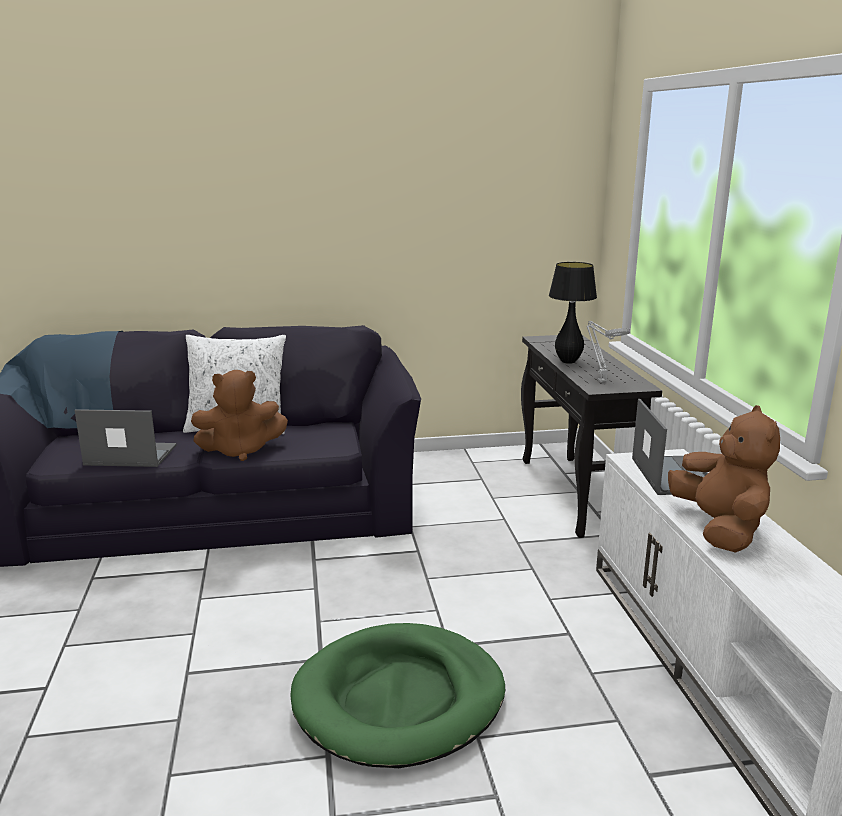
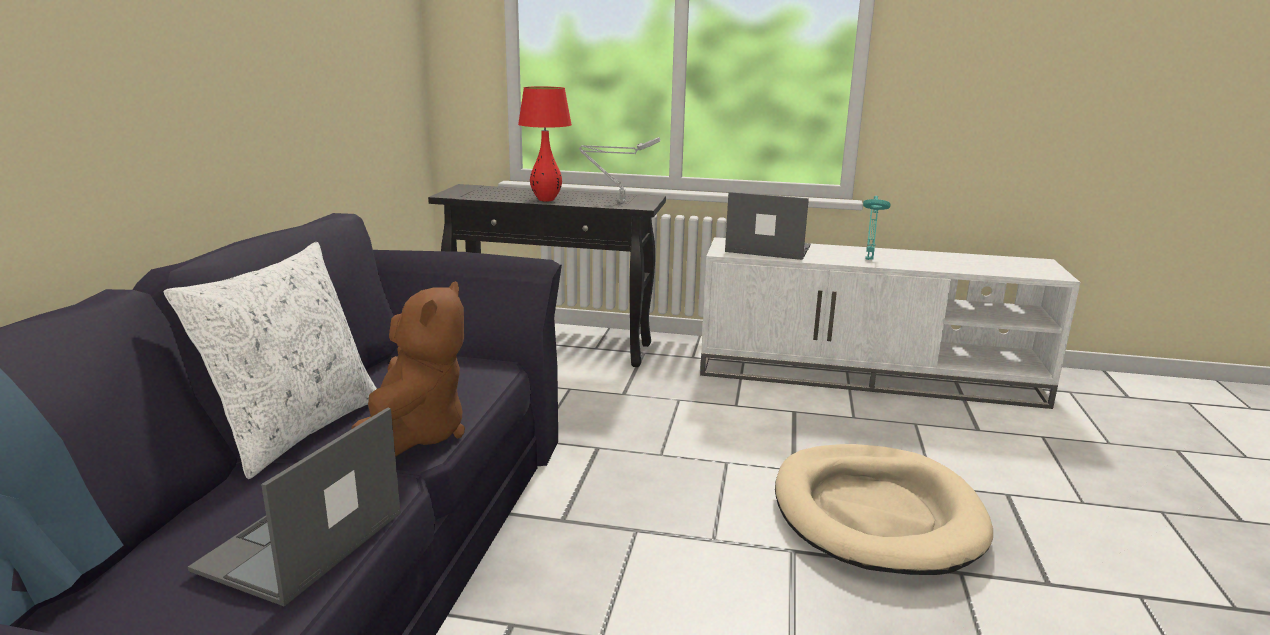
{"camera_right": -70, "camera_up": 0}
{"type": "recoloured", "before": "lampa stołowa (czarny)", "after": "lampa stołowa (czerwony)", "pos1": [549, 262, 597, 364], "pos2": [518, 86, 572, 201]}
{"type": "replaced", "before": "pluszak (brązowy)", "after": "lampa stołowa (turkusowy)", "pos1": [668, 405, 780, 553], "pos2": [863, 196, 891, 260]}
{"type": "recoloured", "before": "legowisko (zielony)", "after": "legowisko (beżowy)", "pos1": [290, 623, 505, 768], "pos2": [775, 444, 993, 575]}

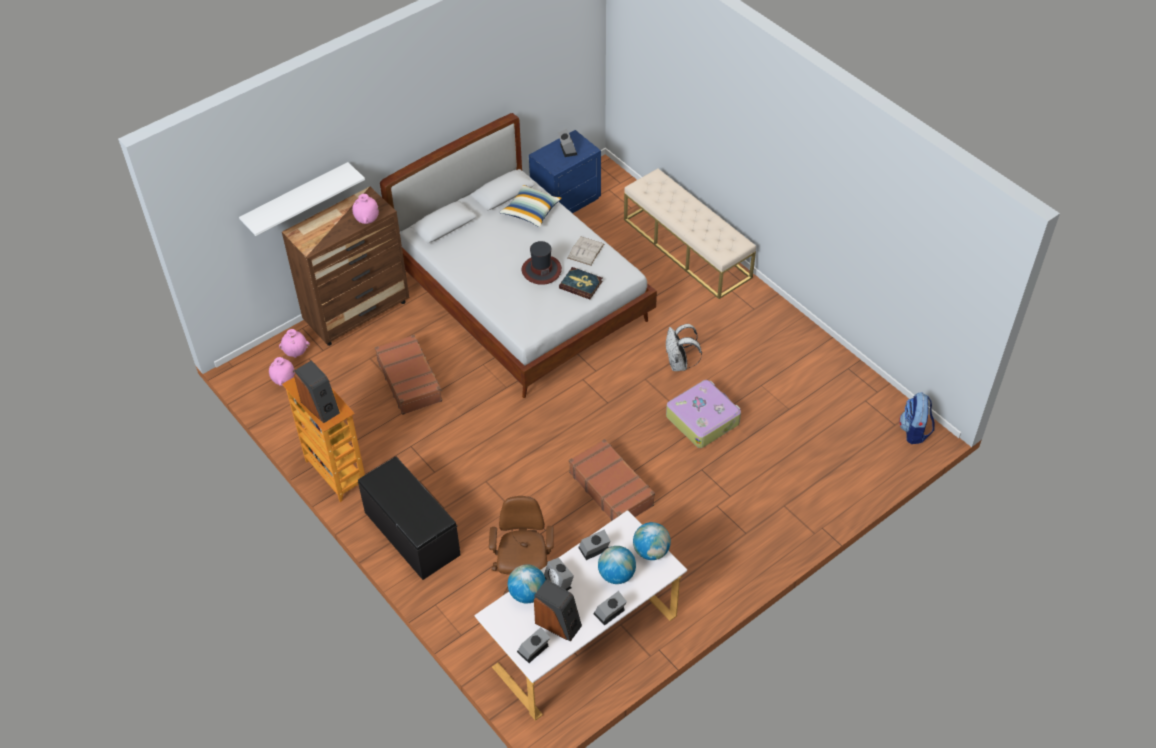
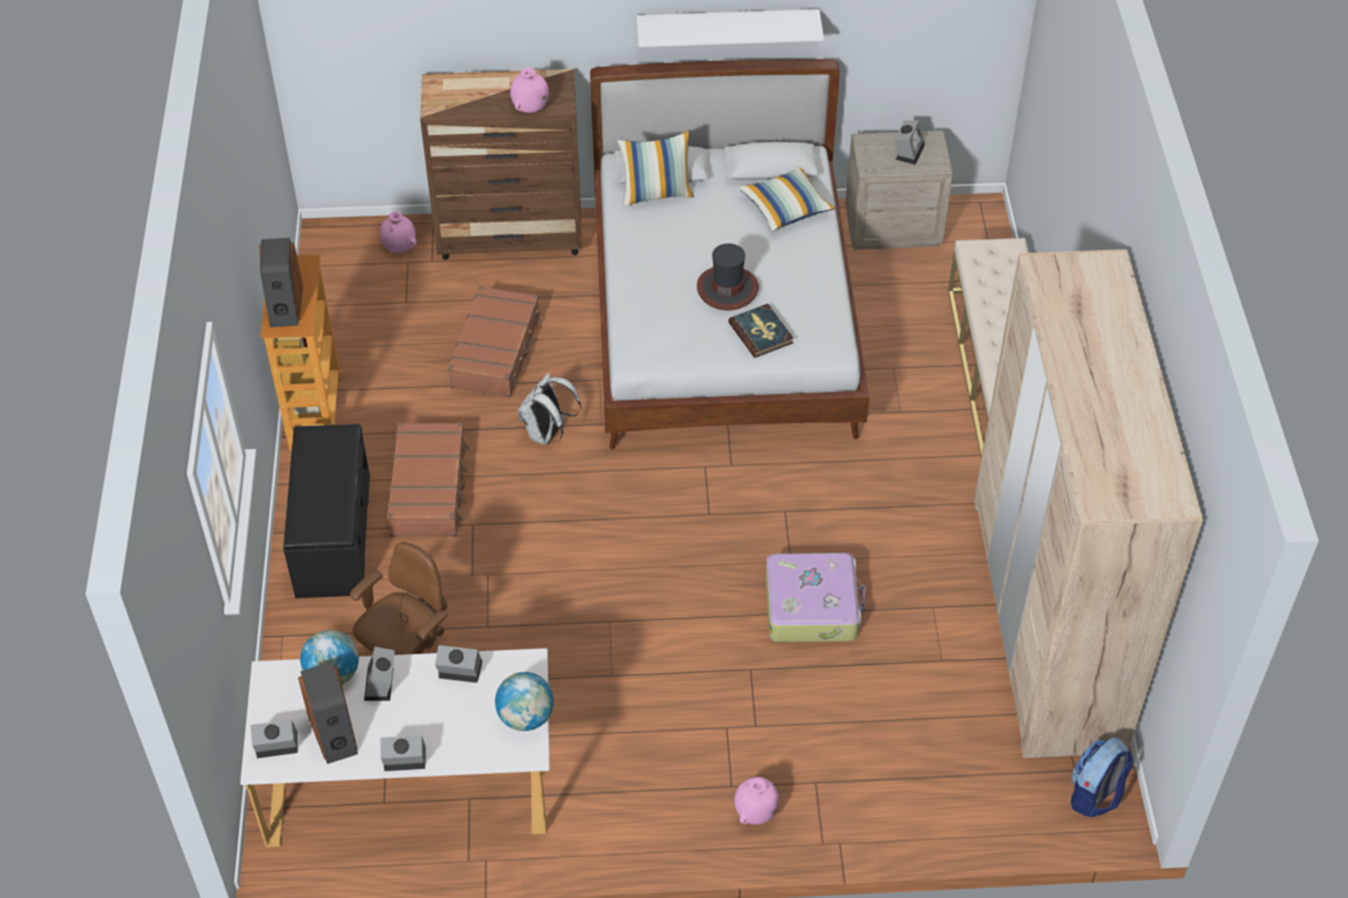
{"camera_right": 35, "camera_up": 0}
{"type": "recoloured", "before": "szafka nocna (niebieski)", "after": "szafka nocna (beżowy)", "pos1": [529, 130, 601, 213], "pos2": [845, 131, 953, 250]}
{"type": "moved", "before": "półka (biały)", "pos1": [239, 162, 365, 236], "pos2": [637, 9, 824, 47]}
{"type": "removed", "before": "książka (biały)", "pos1": [567, 237, 604, 266]}
{"type": "moved", "before": "plecak (biały)", "pos1": [666, 324, 702, 371], "pos2": [518, 373, 581, 445]}
{"type": "moved", "before": "wazon (różowy)", "pos1": [269, 357, 295, 386], "pos2": [734, 777, 779, 825]}
{"type": "moved", "before": "walizka (brązowy)", "pos1": [569, 439, 655, 521], "pos2": [387, 422, 470, 537]}
{"type": "removed", "before": "globus", "pos1": [598, 546, 636, 584]}
{"type": "added", "after": "poduszka", "pos2": [617, 130, 694, 207]}
{"type": "added", "after": "szafa (beżowy)", "pos2": [974, 249, 1203, 758]}

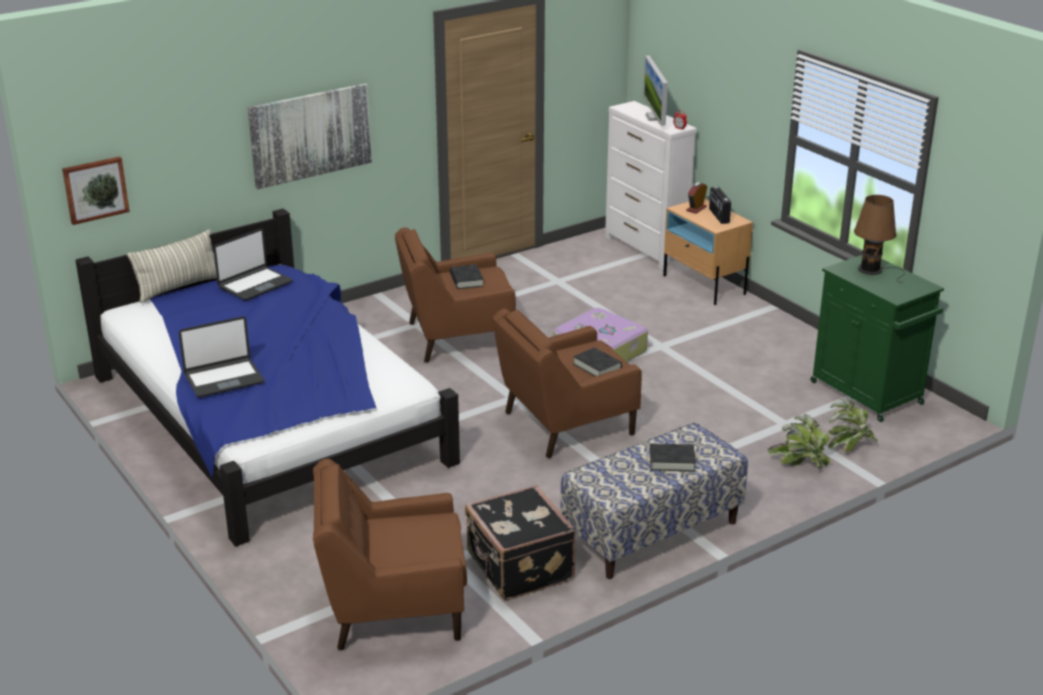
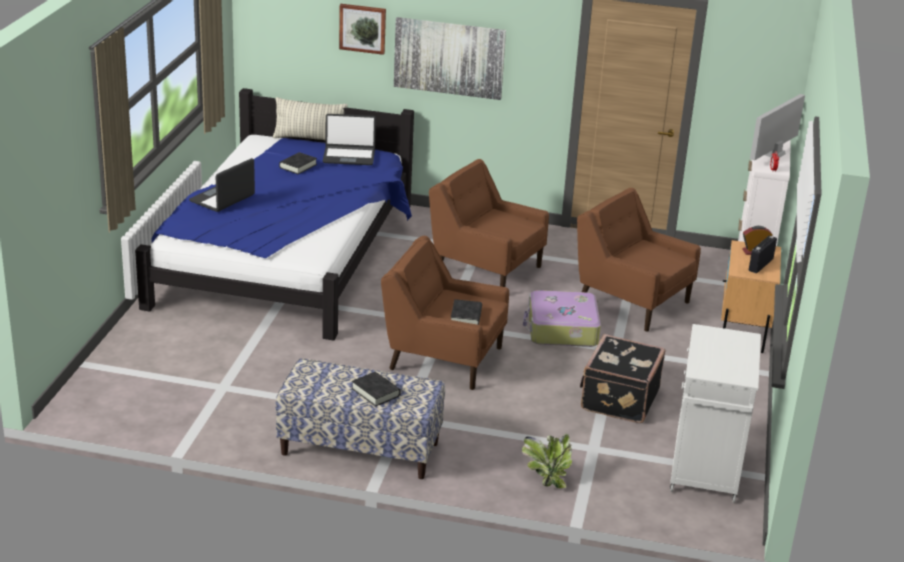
{"camera_right": 45, "camera_up": 0}
{"type": "moved", "before": "obraz", "pos1": [62, 156, 130, 225], "pos2": [339, 4, 386, 55]}
{"type": "removed", "before": "lampa stołowa (brązowy)", "pos1": [854, 195, 905, 283]}
{"type": "recoloured", "before": "szafka (zielony)", "after": "szafka (biały)", "pos1": [811, 255, 944, 422], "pos2": [670, 324, 761, 503]}
{"type": "moved", "before": "książka (czarny)", "pos1": [450, 264, 484, 289], "pos2": [279, 152, 317, 174]}
{"type": "turned", "before": "laptop", "pos1": [179, 316, 264, 397], "pos2": [189, 158, 255, 212], "turn": 105}
{"type": "removed", "before": "roślina doniczkowa", "pos1": [828, 399, 878, 452]}
{"type": "moved", "before": "fotel (brązowy)", "pos1": [313, 459, 467, 650], "pos2": [577, 188, 701, 331]}
{"type": "moved", "before": "walizka (czarny)", "pos1": [465, 485, 576, 600], "pos2": [580, 334, 666, 423]}

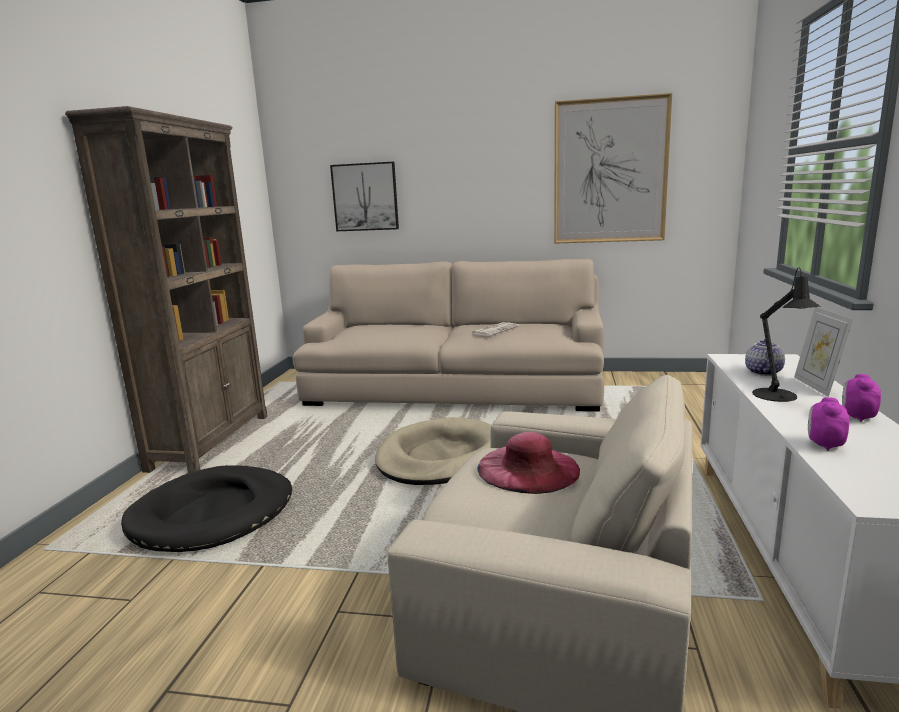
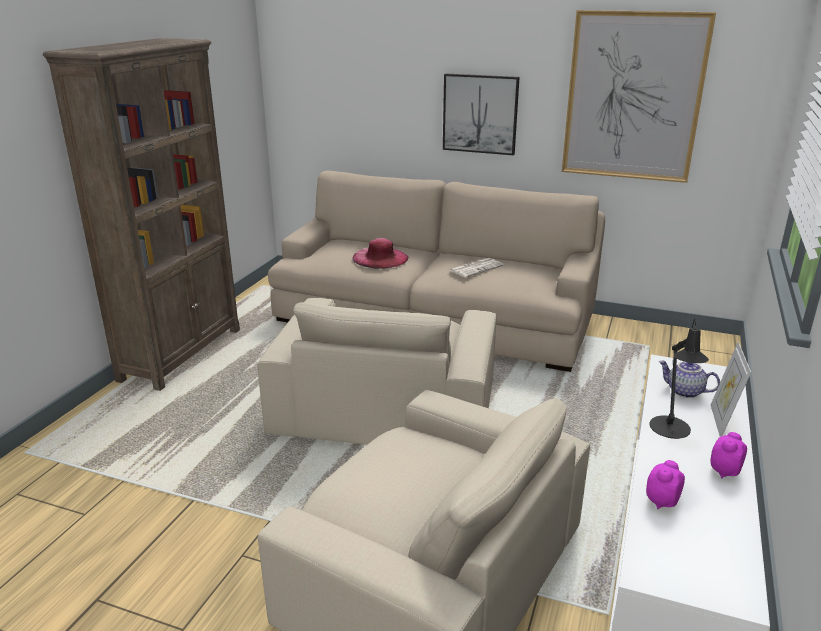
{"camera_right": 10, "camera_up": 10}
{"type": "moved", "before": "obraz", "pos1": [330, 162, 399, 231], "pos2": [443, 74, 520, 155]}
{"type": "turned", "before": "imbryk", "pos1": [745, 339, 785, 376], "pos2": [659, 361, 720, 398], "turn": -90}
{"type": "replaced", "before": "legowisko (beżowy)", "after": "fotel (beżowy)", "pos1": [375, 417, 491, 485], "pos2": [257, 298, 497, 445]}
{"type": "moved", "before": "kapelusz (różowy)", "pos1": [477, 432, 580, 494], "pos2": [352, 238, 408, 269]}
{"type": "removed", "before": "legowisko (czarny)", "pos1": [121, 465, 292, 552]}

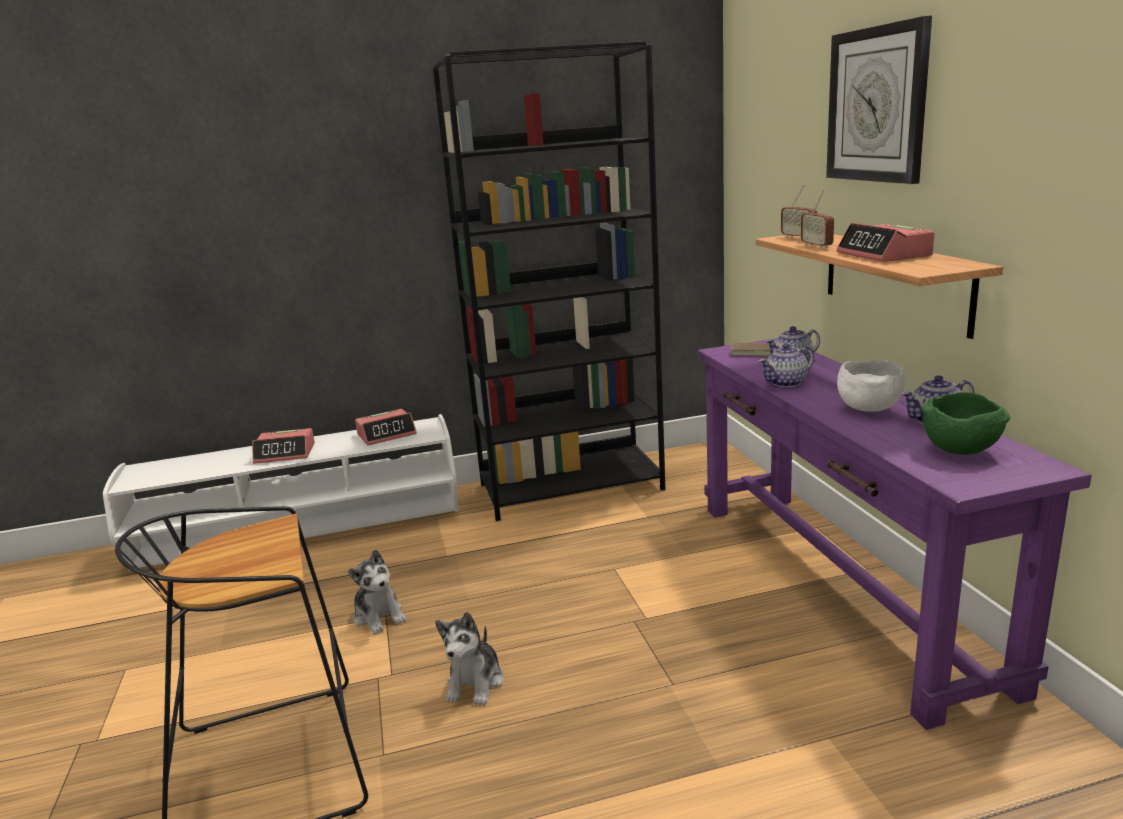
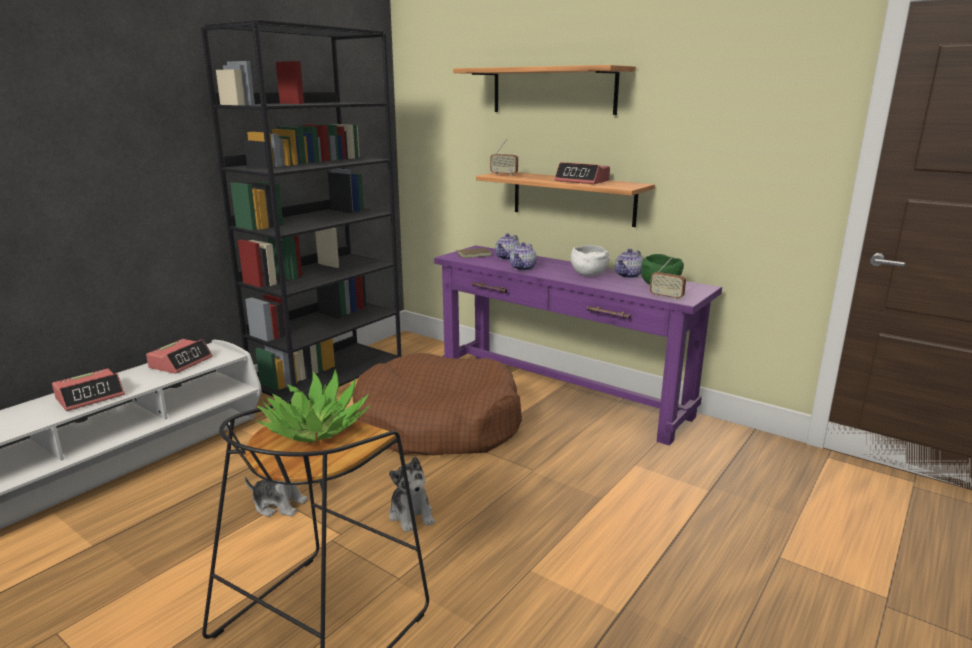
{"camera_right": -40, "camera_up": 0}
{"type": "replaced", "before": "zegar ścienny", "after": "półka", "pos1": [826, 16, 932, 184], "pos2": [453, 65, 636, 115]}
{"type": "moved", "before": "radio", "pos1": [801, 189, 834, 249], "pos2": [650, 257, 686, 300]}
{"type": "added", "after": "legowisko (brązowy)", "pos2": [352, 353, 522, 456]}
{"type": "added", "after": "roślina doniczkowa", "pos2": [256, 369, 370, 442]}

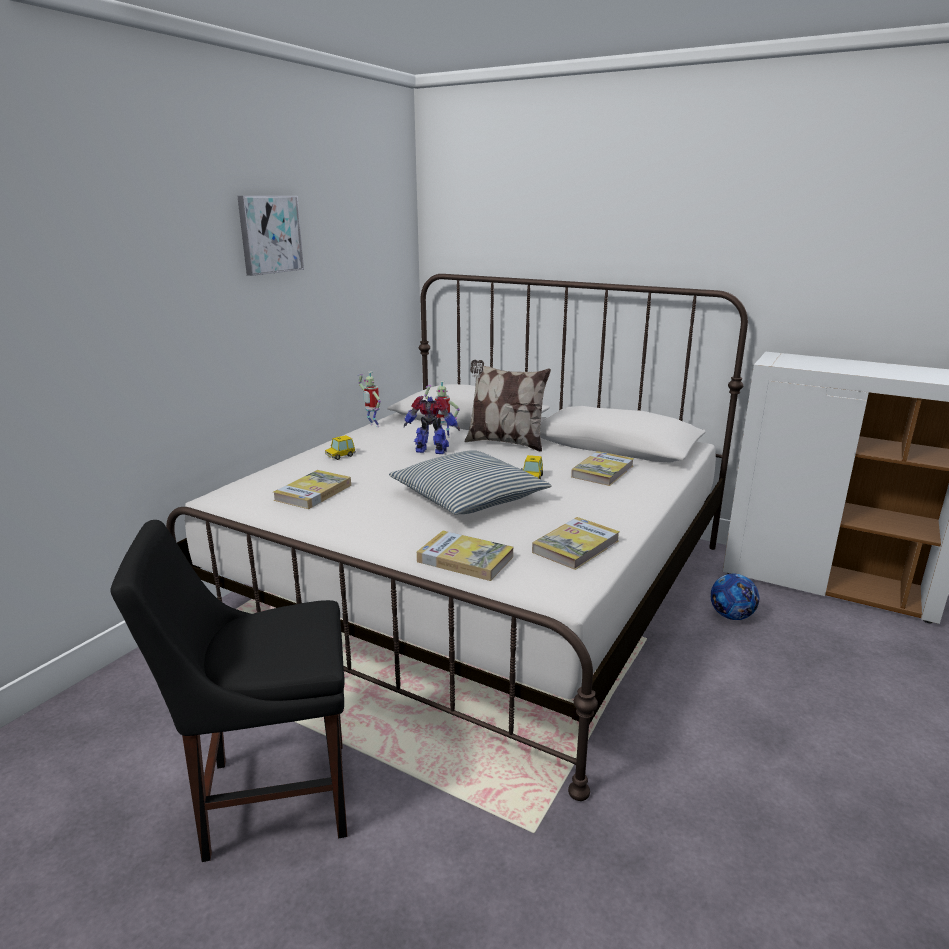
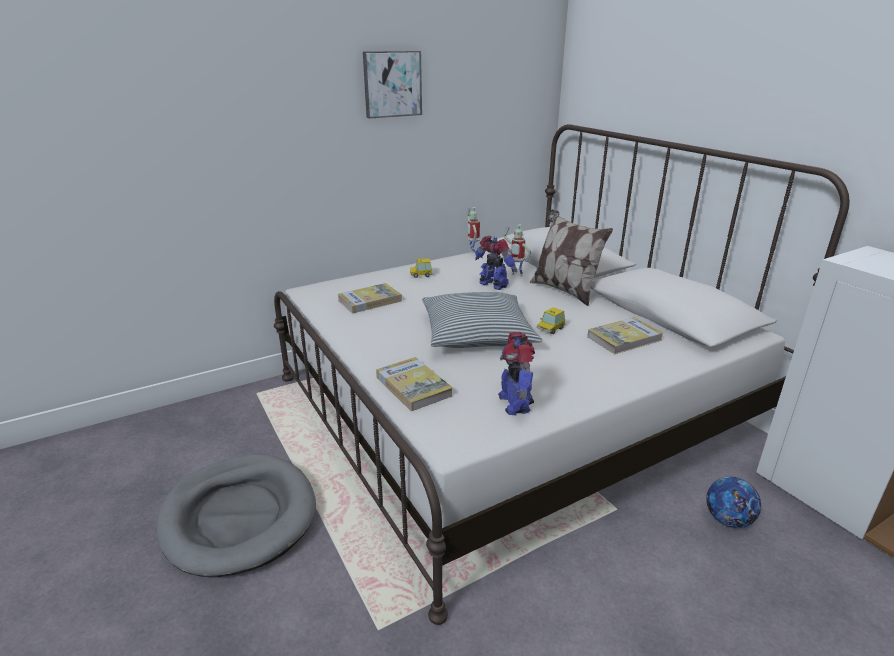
{"camera_right": 30, "camera_up": 5}
{"type": "replaced", "before": "książka", "after": "robot zabawkowy", "pos1": [532, 517, 620, 570], "pos2": [498, 332, 535, 415]}
{"type": "replaced", "before": "krzesło (czarny)", "after": "legowisko (szary)", "pos1": [111, 520, 347, 862], "pos2": [157, 454, 316, 577]}

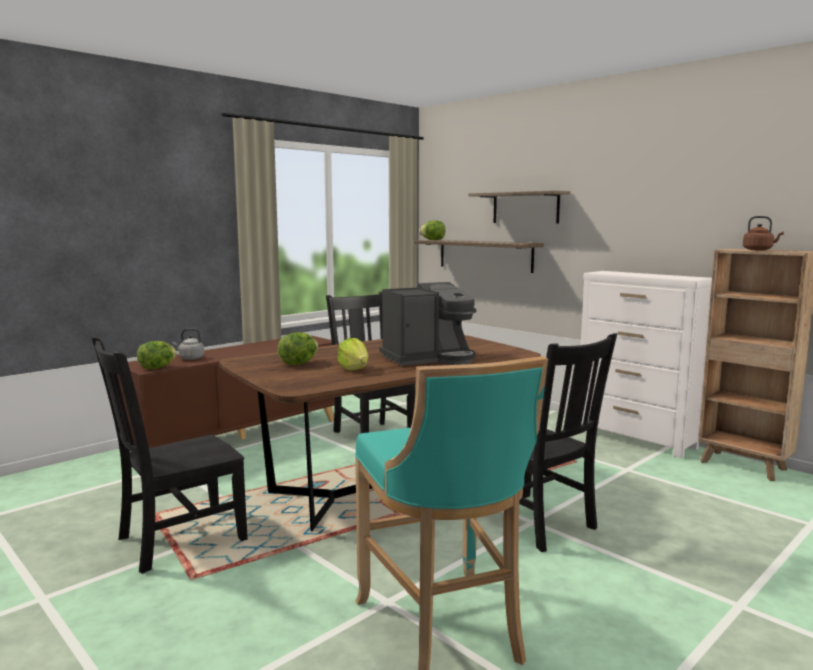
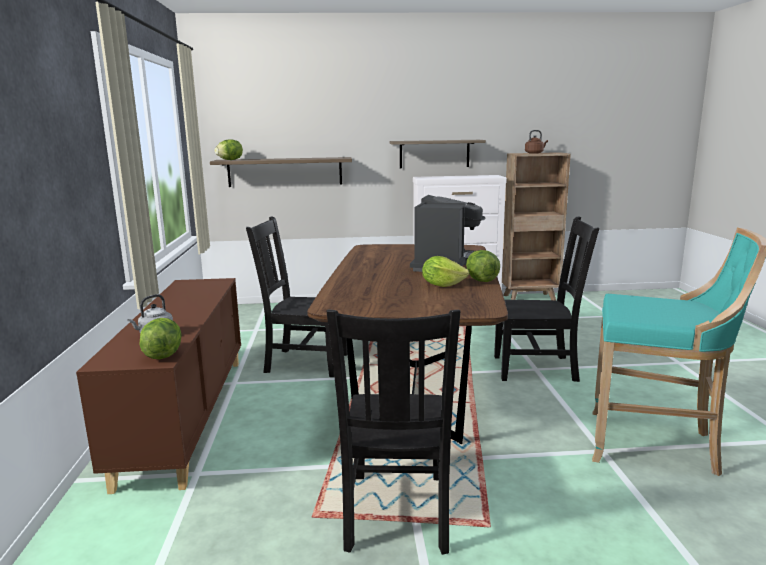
{"camera_right": -50, "camera_up": 5}
{"type": "moved", "before": "półka", "pos1": [468, 190, 570, 224], "pos2": [390, 140, 486, 168]}
{"type": "moved", "before": "sałata", "pos1": [277, 332, 318, 365], "pos2": [466, 250, 500, 282]}

